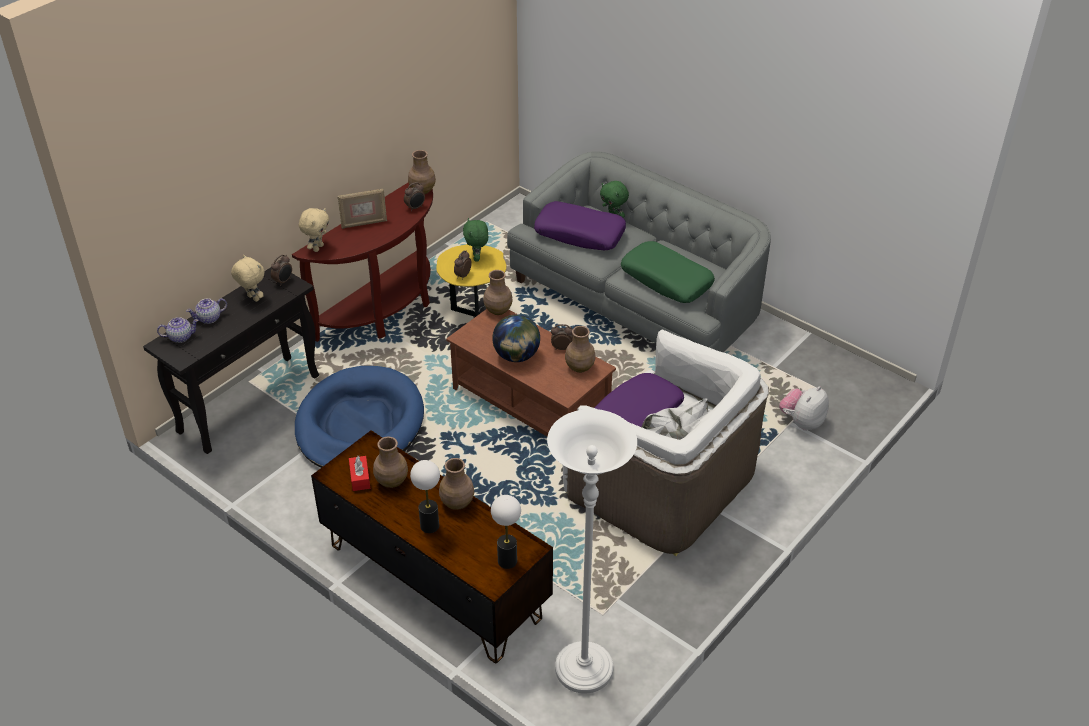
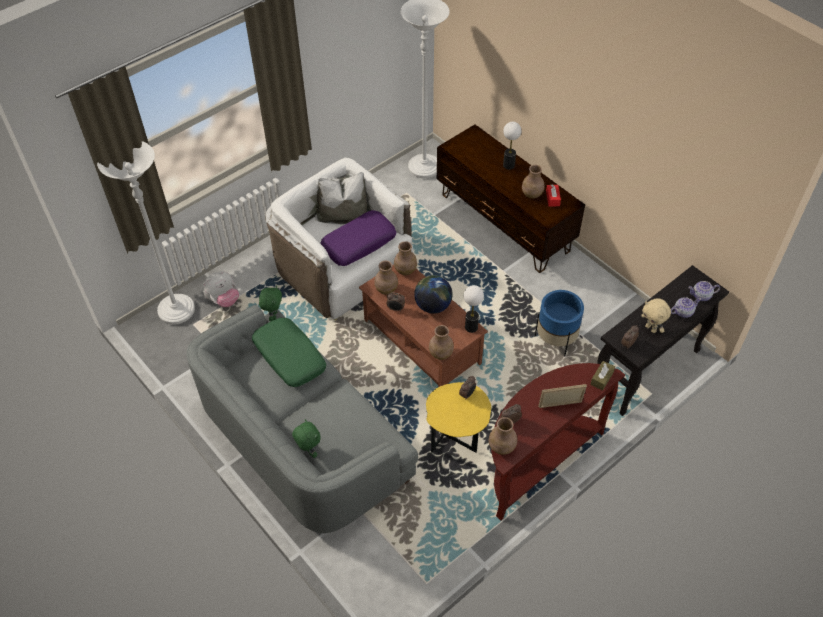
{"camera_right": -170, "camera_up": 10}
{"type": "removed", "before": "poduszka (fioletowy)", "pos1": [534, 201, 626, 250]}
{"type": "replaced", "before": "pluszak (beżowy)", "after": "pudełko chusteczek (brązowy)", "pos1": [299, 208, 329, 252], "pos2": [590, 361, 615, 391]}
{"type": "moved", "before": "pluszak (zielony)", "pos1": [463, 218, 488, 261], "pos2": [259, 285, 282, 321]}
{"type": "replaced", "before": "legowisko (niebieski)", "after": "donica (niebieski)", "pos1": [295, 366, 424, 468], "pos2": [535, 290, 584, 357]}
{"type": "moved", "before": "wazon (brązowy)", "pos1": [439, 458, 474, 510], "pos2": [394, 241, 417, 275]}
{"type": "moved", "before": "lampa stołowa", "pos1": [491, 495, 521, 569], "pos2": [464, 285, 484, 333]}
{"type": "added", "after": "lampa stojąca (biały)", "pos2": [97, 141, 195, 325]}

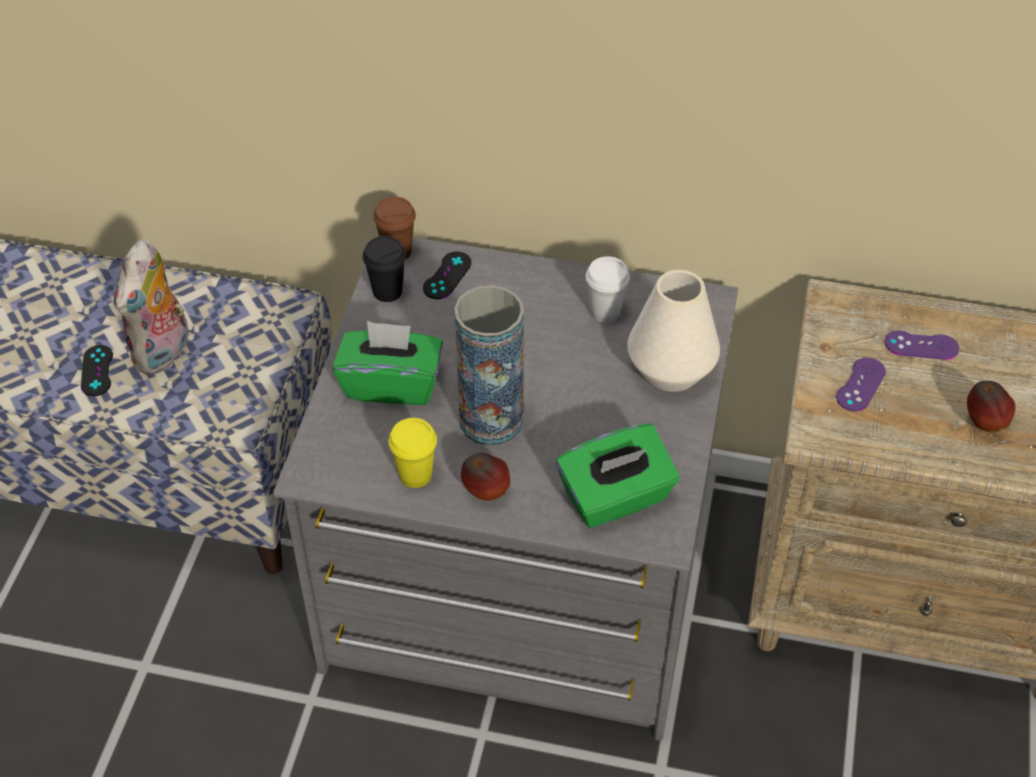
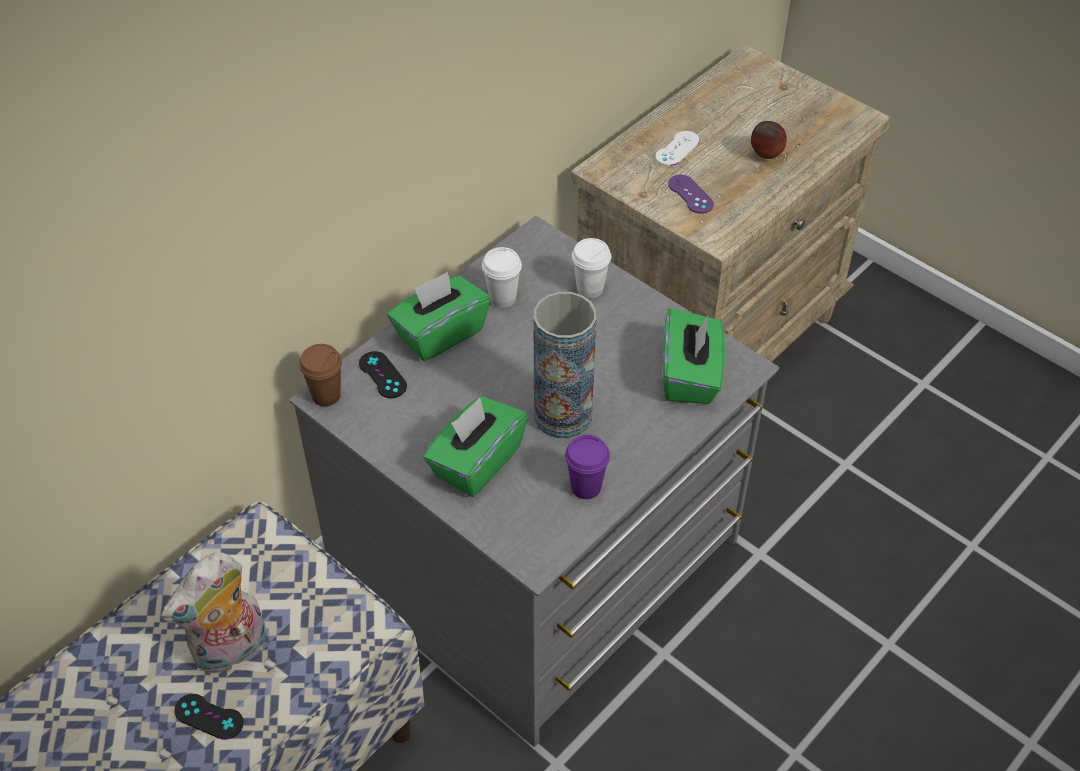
{"camera_right": -60, "camera_up": 0}
{"type": "removed", "before": "filiżanka (czarny)", "pos1": [363, 236, 406, 302]}
{"type": "turned", "before": "pluszak", "pos1": [114, 239, 189, 375], "pos2": [162, 552, 266, 675], "turn": 90}
{"type": "replaced", "before": "wazon (biały)", "after": "filiżanka (biały)", "pos1": [627, 270, 720, 392], "pos2": [572, 238, 611, 298]}
{"type": "recoloured", "before": "pad do gier (fioletowy)", "after": "pad do gier (biały)", "pos1": [885, 331, 959, 360], "pos2": [655, 131, 700, 166]}
{"type": "recoloured", "before": "filiżanka (żółty)", "after": "filiżanka (fioletowy)", "pos1": [389, 418, 437, 488], "pos2": [565, 435, 610, 499]}
{"type": "removed", "before": "jabłko", "pos1": [461, 453, 510, 501]}
{"type": "added", "after": "pudełko chusteczek (zielony)", "pos2": [387, 272, 490, 361]}

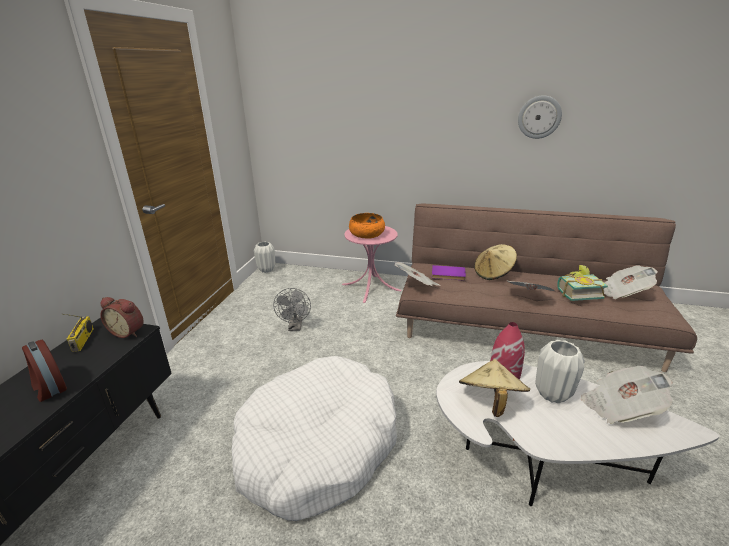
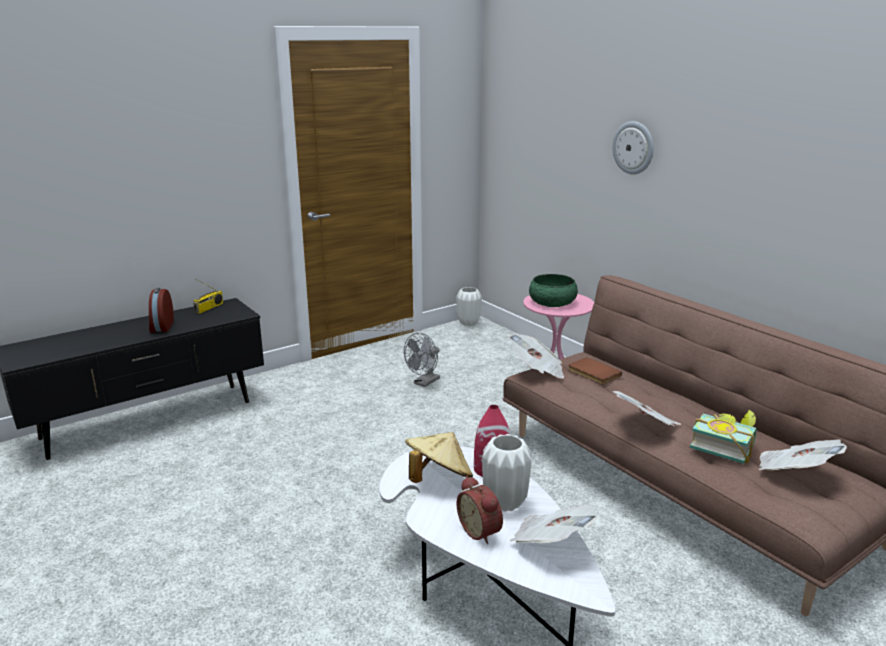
{"camera_right": 40, "camera_up": -5}
{"type": "moved", "before": "zegar ścienny", "pos1": [518, 95, 562, 139], "pos2": [612, 121, 654, 175]}
{"type": "recoloured", "before": "miska (pomarańczowy)", "after": "miska (zielony)", "pos1": [349, 213, 385, 238], "pos2": [529, 274, 578, 307]}
{"type": "removed", "before": "kapelusz (beżowy)", "pos1": [474, 244, 517, 280]}
{"type": "recoloured", "before": "książka (fioletowy)", "after": "książka (brązowy)", "pos1": [432, 265, 466, 280], "pos2": [568, 357, 622, 385]}
{"type": "moved", "before": "budzik", "pos1": [100, 297, 143, 338], "pos2": [457, 476, 503, 544]}
{"type": "removed", "before": "legowisko (biały)", "pos1": [232, 356, 397, 521]}

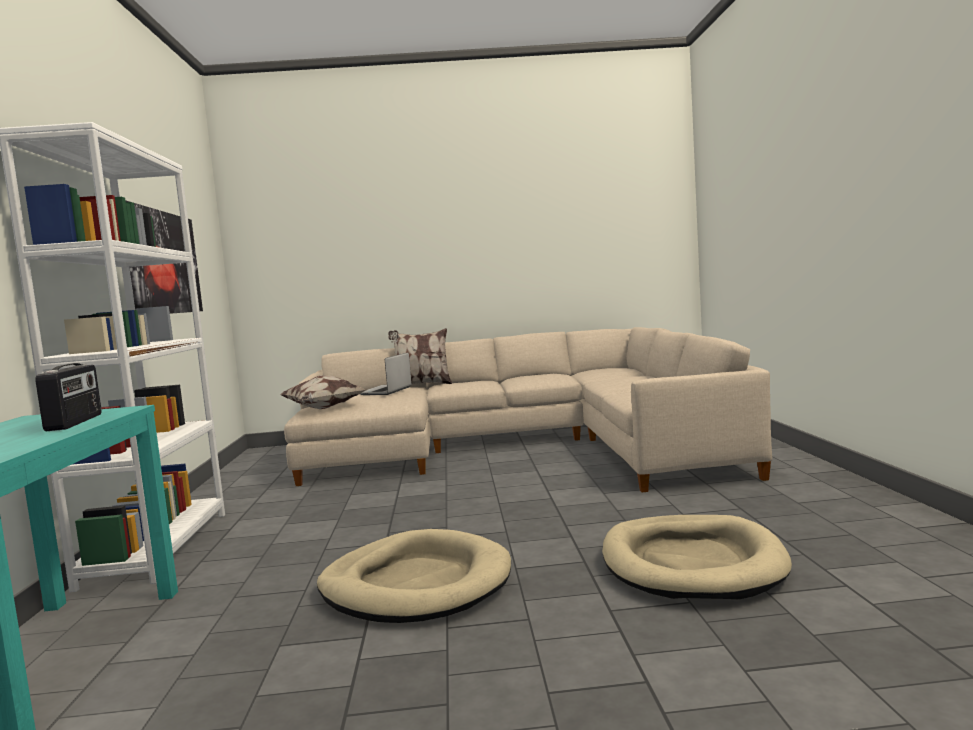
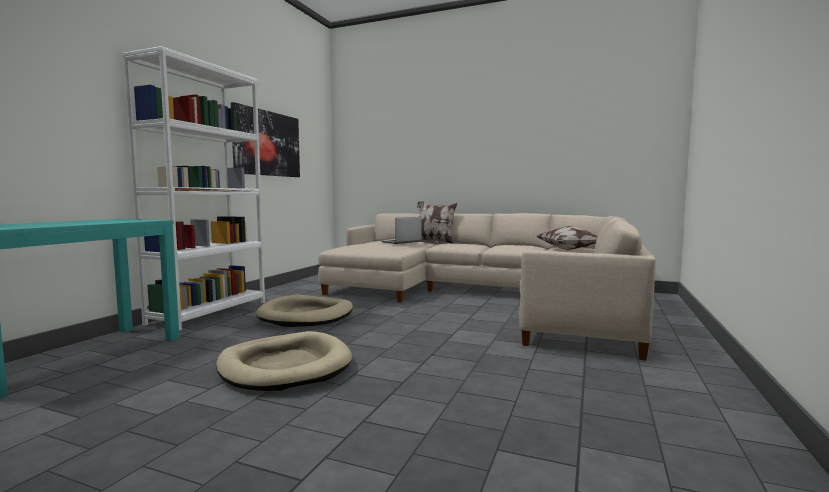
{"camera_right": 25, "camera_up": 0}
{"type": "removed", "before": "radio", "pos1": [35, 363, 102, 431]}
{"type": "moved", "before": "poduszka", "pos1": [280, 375, 366, 409], "pos2": [536, 226, 598, 250]}
{"type": "moved", "before": "legowisko (beżowy)", "pos1": [602, 515, 792, 599], "pos2": [256, 295, 353, 327]}

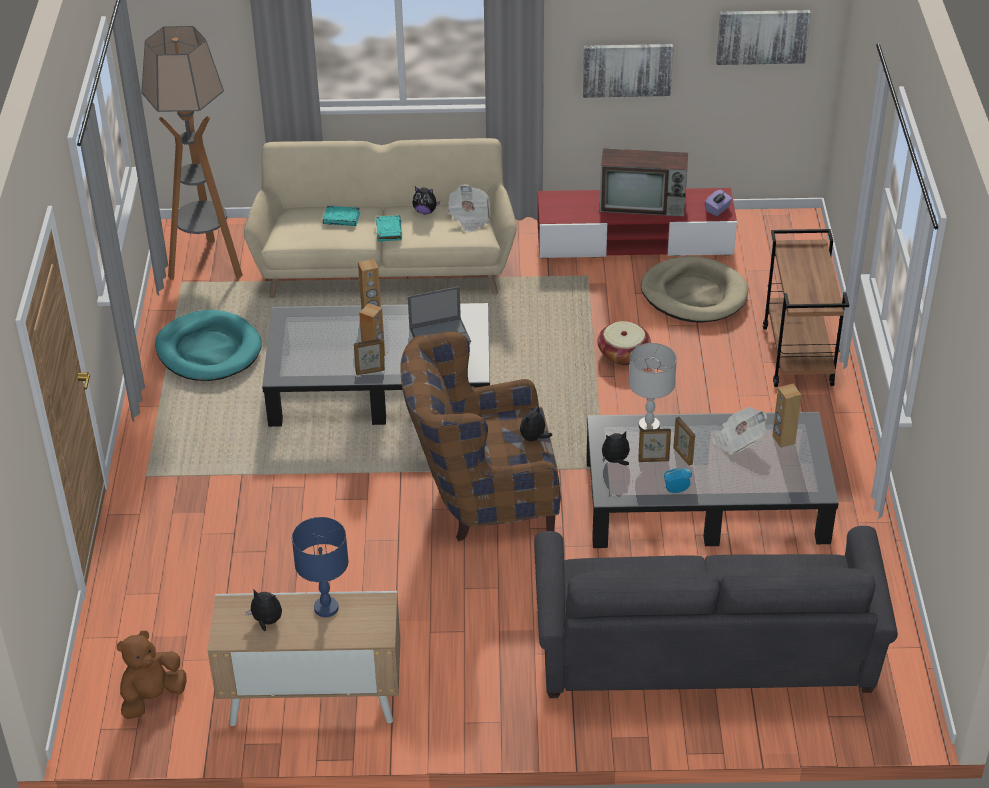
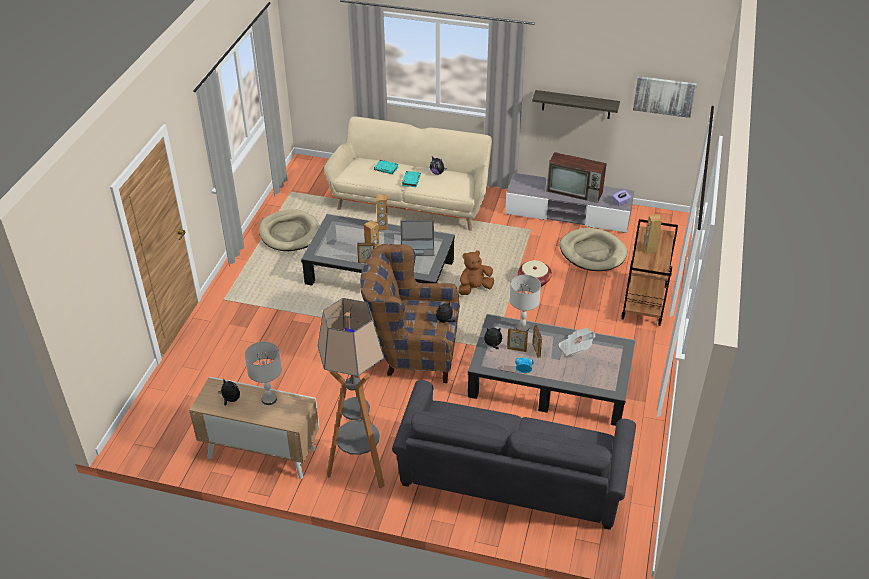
{"camera_right": 15, "camera_up": 0}
{"type": "moved", "before": "lampa stojąca", "pos1": [141, 26, 243, 280], "pos2": [318, 298, 385, 489]}
{"type": "replaced", "before": "obraz", "after": "półka", "pos1": [583, 44, 674, 98], "pos2": [532, 90, 620, 119]}
{"type": "removed", "before": "gazeta", "pos1": [448, 184, 491, 233]}
{"type": "recoloured", "before": "szafka pod telewizor (czerwony)", "after": "szafka pod telewizor (szary)", "pos1": [538, 188, 737, 258], "pos2": [505, 173, 634, 233]}
{"type": "recoloured", "before": "legowisko (turkusowy)", "after": "legowisko (beżowy)", "pos1": [155, 310, 262, 381], "pos2": [259, 209, 320, 251]}
{"type": "moved", "before": "głośnik (brązowy)", "pos1": [772, 384, 801, 448], "pos2": [644, 214, 662, 253]}
{"type": "recoloured", "before": "lampa stołowa (niebieski)", "after": "lampa stołowa (szary)", "pos1": [292, 517, 348, 617], "pos2": [245, 341, 282, 405]}
{"type": "moved", "before": "pluszak (brązowy)", "pos1": [117, 631, 187, 719], "pos2": [458, 250, 494, 295]}

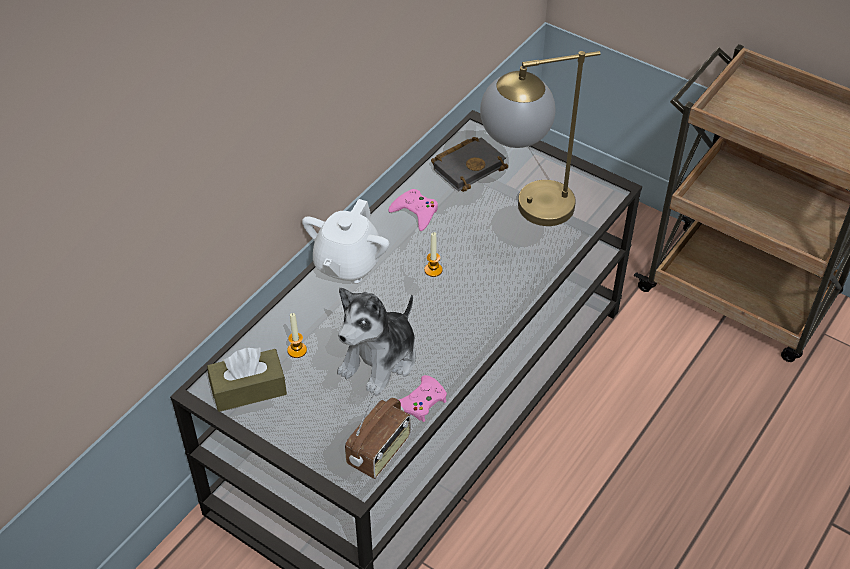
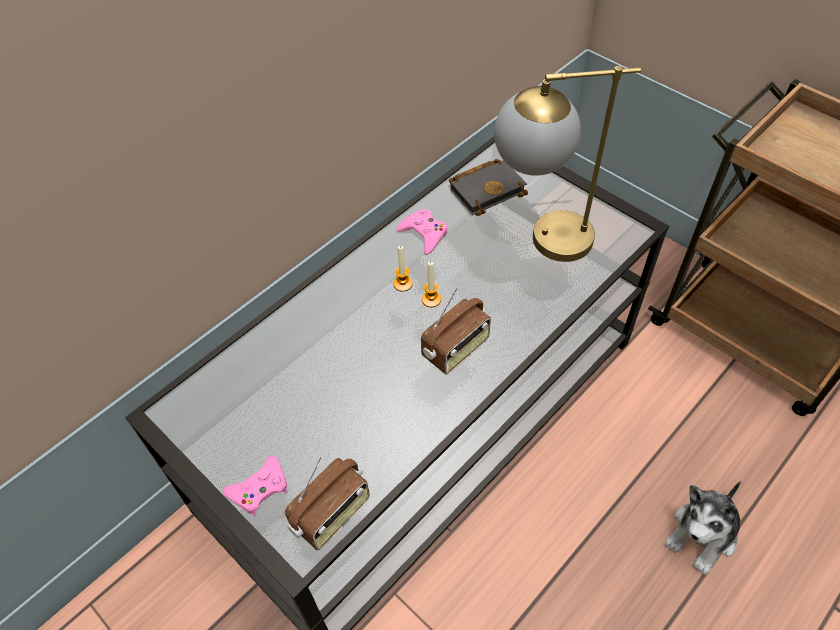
{"camera_right": 10, "camera_up": 5}
{"type": "removed", "before": "imbryk (biały)", "pos1": [302, 199, 389, 283]}
{"type": "moved", "before": "pluszak", "pos1": [337, 288, 416, 395], "pos2": [665, 481, 741, 575]}
{"type": "moved", "before": "świeca", "pos1": [287, 313, 307, 358], "pos2": [393, 246, 413, 292]}
{"type": "removed", "before": "pudełko chusteczek (brązowy)", "pos1": [207, 347, 287, 412]}
{"type": "moved", "before": "pad do gier (różowy)", "pos1": [399, 375, 447, 422], "pos2": [222, 455, 288, 516]}
{"type": "added", "after": "radio", "pos2": [421, 288, 491, 374]}

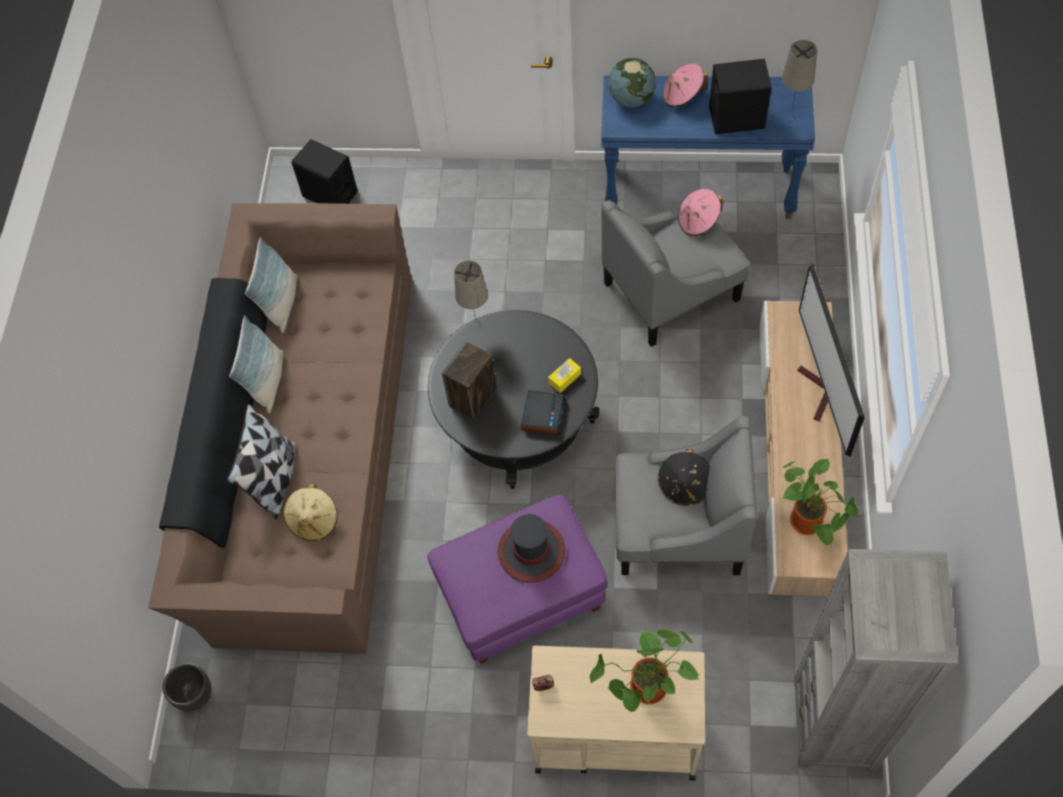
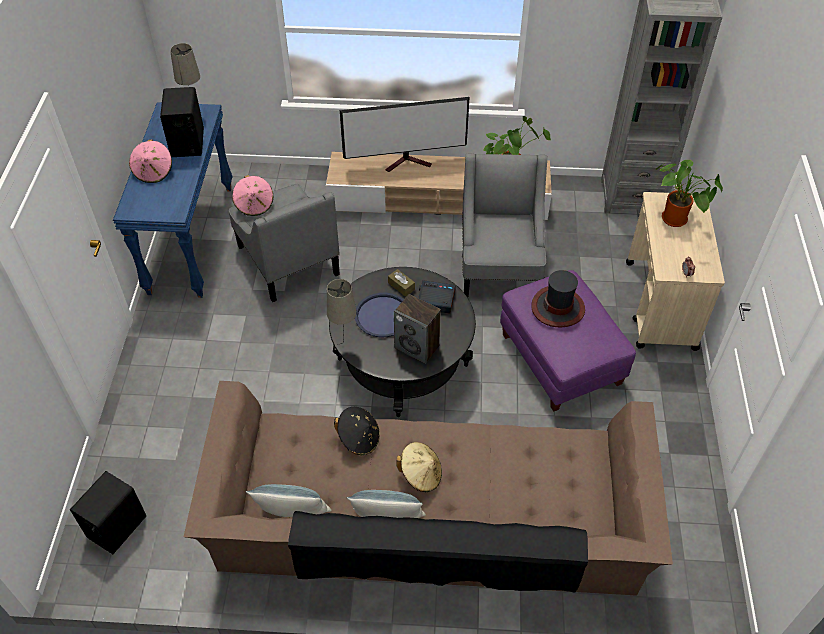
{"camera_right": -95, "camera_up": -10}
{"type": "removed", "before": "globus", "pos1": [608, 58, 656, 107]}
{"type": "recoloured", "before": "pudełko chusteczek (żółty)", "after": "pudełko chusteczek (brązowy)", "pos1": [548, 358, 581, 393], "pos2": [388, 269, 415, 297]}
{"type": "removed", "before": "poduszka", "pos1": [227, 404, 295, 520]}
{"type": "moved", "before": "kapelusz (czarny)", "pos1": [658, 449, 710, 506], "pos2": [334, 407, 380, 455]}
{"type": "moved", "before": "kapelusz (beżowy)", "pos1": [283, 484, 337, 541], "pos2": [396, 442, 442, 492]}
{"type": "removed", "before": "donica (czarny)", "pos1": [162, 663, 212, 712]}
{"type": "added", "after": "taca (niebieski)", "pos2": [355, 293, 404, 337]}

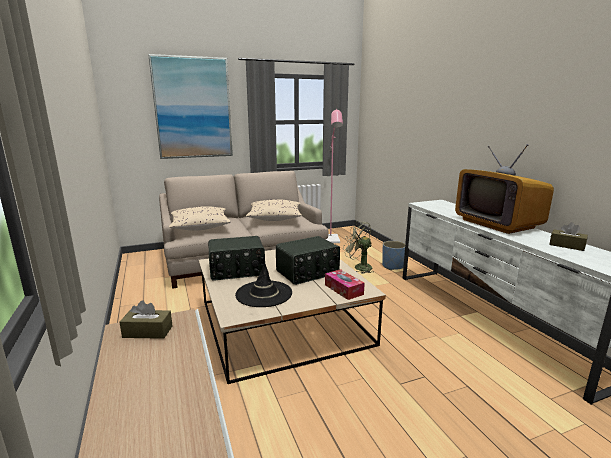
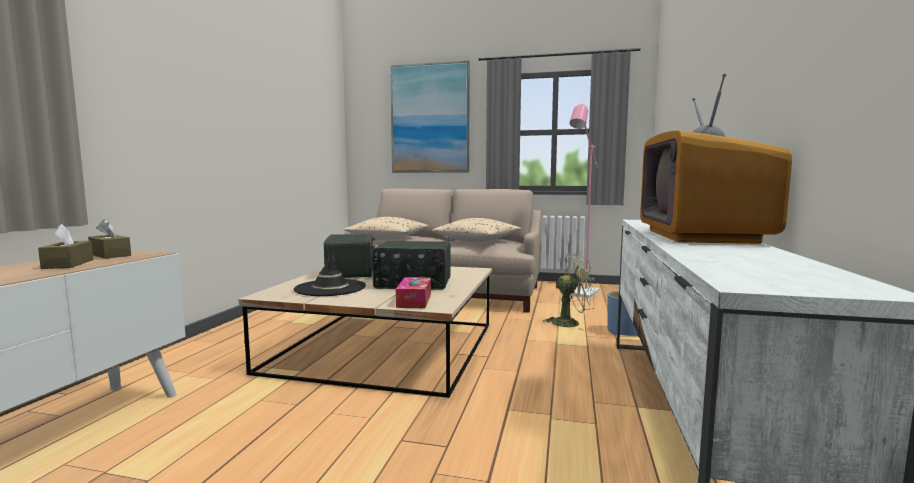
{"camera_right": 35, "camera_up": -10}
{"type": "turned", "before": "wentylator (zielony)", "pos1": [343, 221, 373, 274], "pos2": [543, 252, 597, 331], "turn": 105}
{"type": "moved", "before": "pudełko chusteczek (brązowy)", "pos1": [549, 222, 588, 251], "pos2": [38, 224, 94, 269]}
{"type": "turned", "before": "radio", "pos1": [208, 236, 265, 280], "pos2": [324, 234, 375, 278], "turn": -120}

